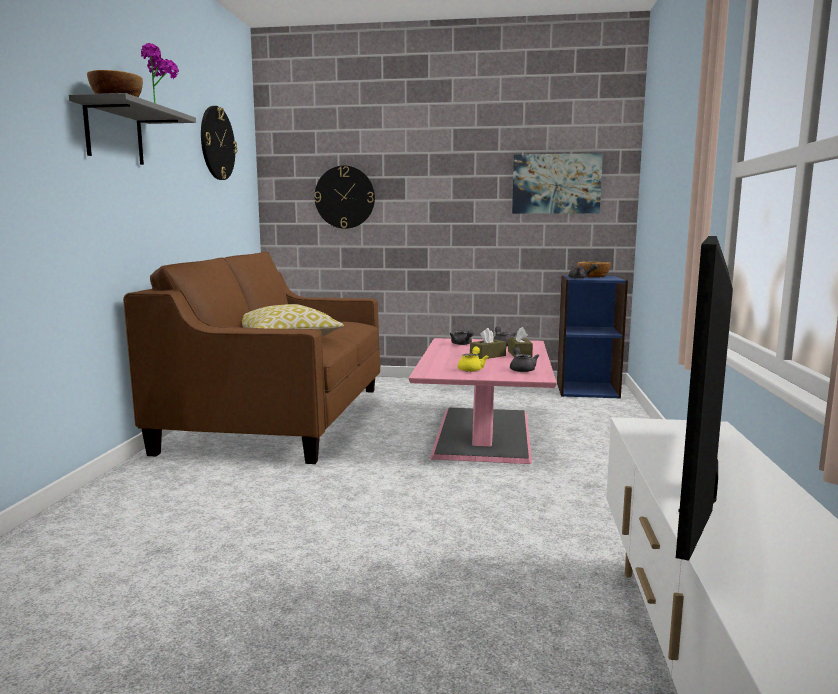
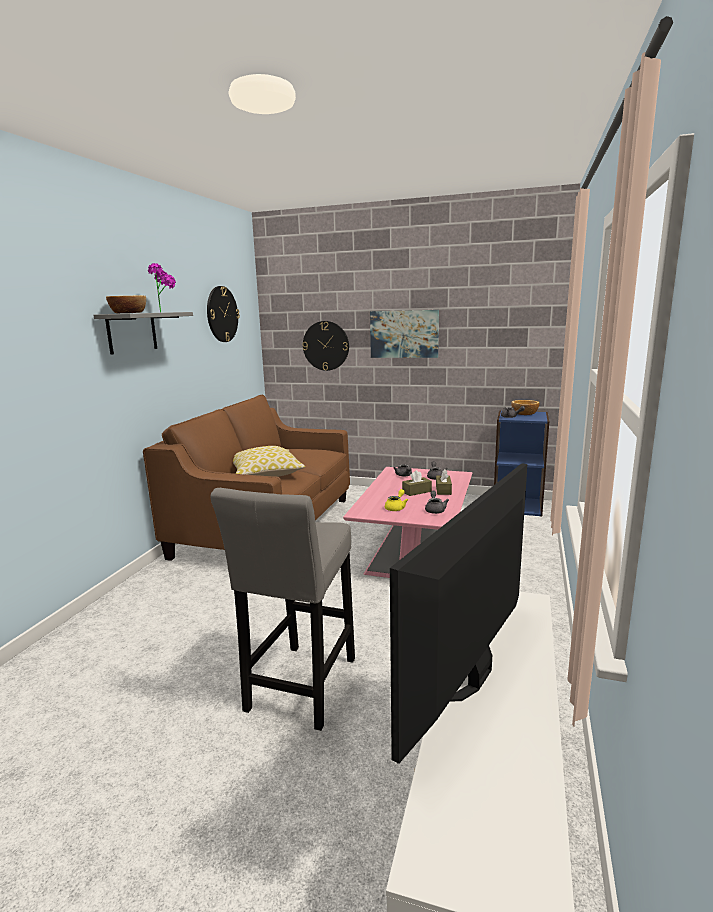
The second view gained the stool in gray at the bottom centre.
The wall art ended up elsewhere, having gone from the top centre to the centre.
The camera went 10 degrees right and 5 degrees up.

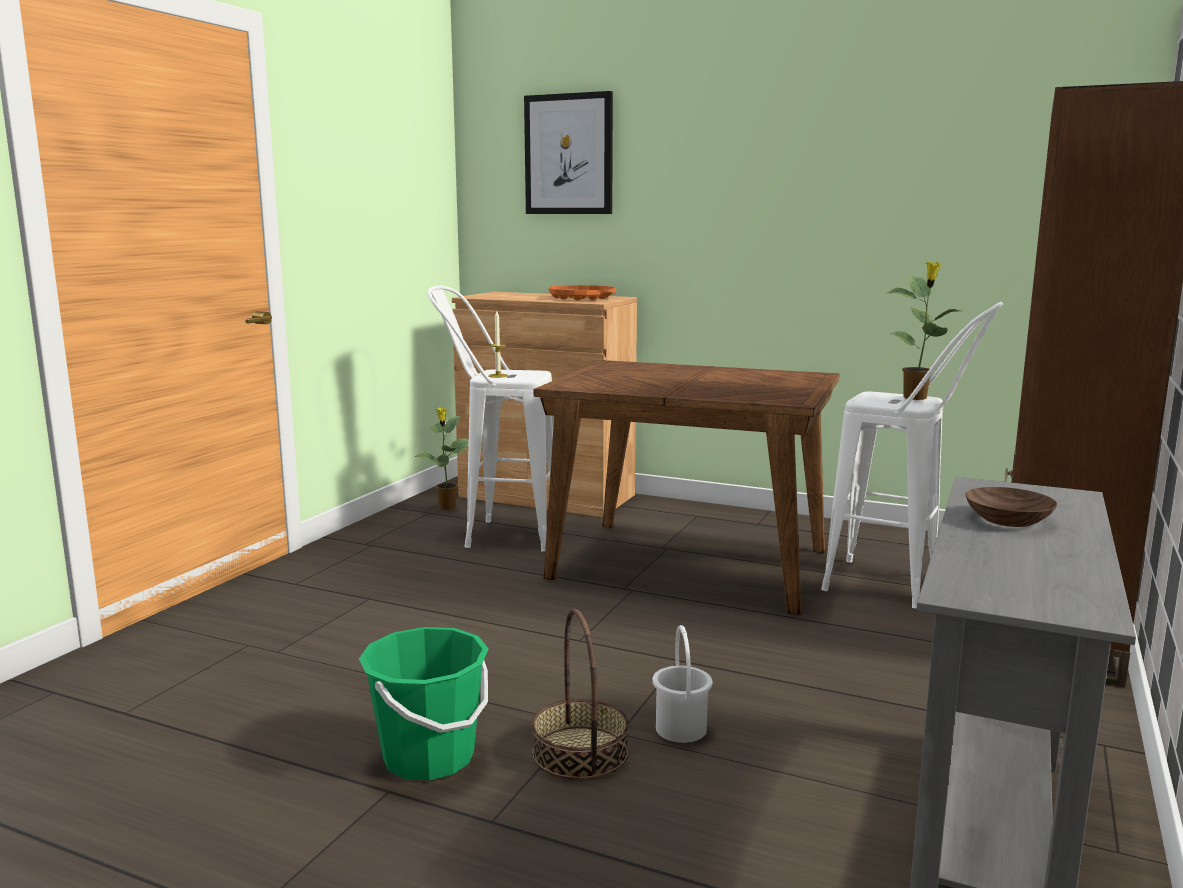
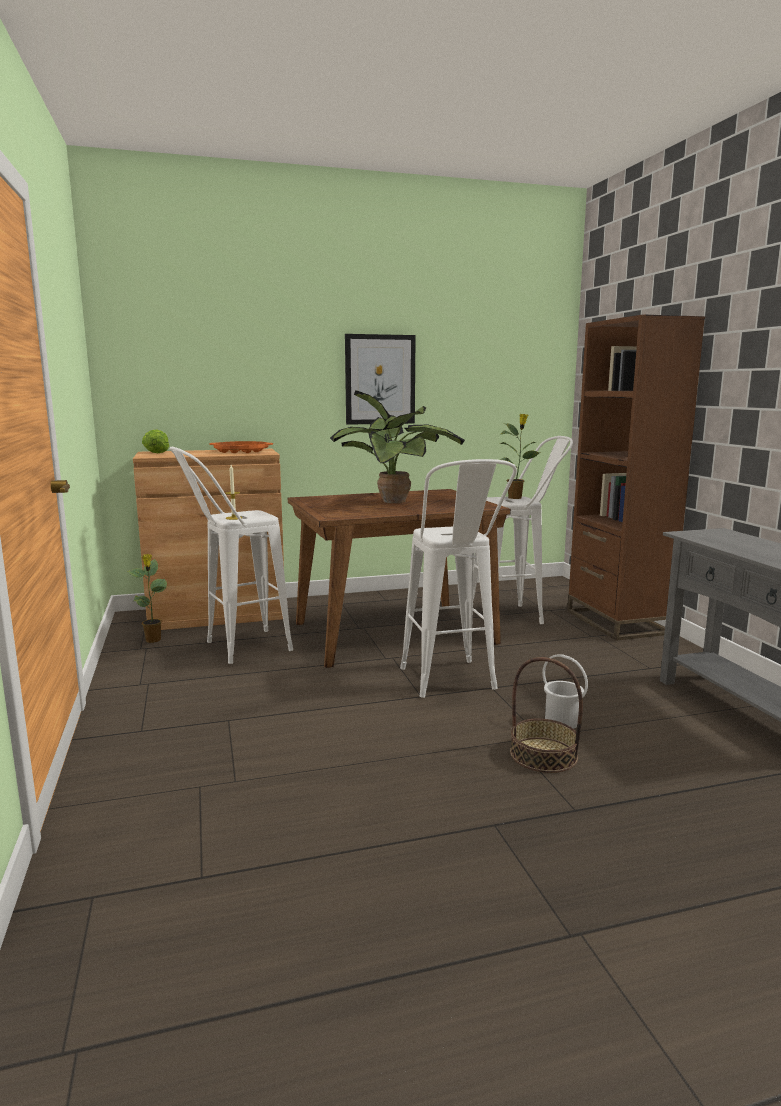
The second view lost the pail in greenish at the bottom centre.
The second view lost the serving bowl in brown-coloured at the middle right.
The second view gained the lettuce at the middle left.
The second view gained the houseplant (2nd from left) at the centre.
The second view gained the stool in whitish (2nd from left) at the centre.
The wall art ended up elsewhere, having gone from the top centre to the centre.
The camera went 40 degrees left and 0 degrees up.

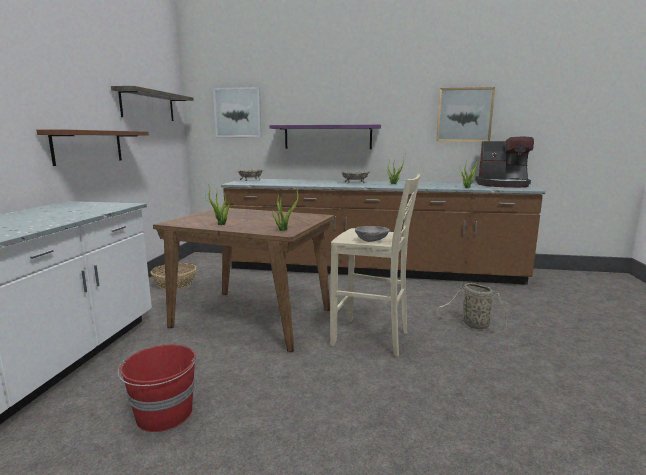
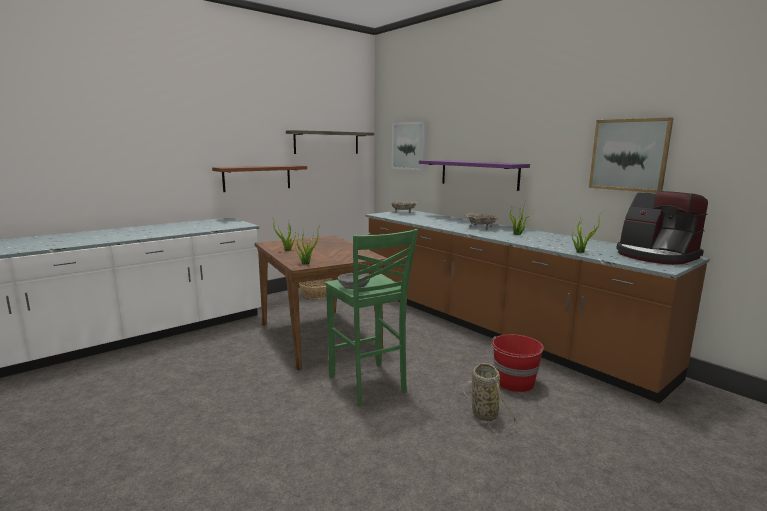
The pail in reddish ended up elsewhere, having gone from the bottom left to the bottom right.
What was the stool in beige at the centre turned into the stool in greenish at the centre.
The camera went 40 degrees right and 0 degrees up.

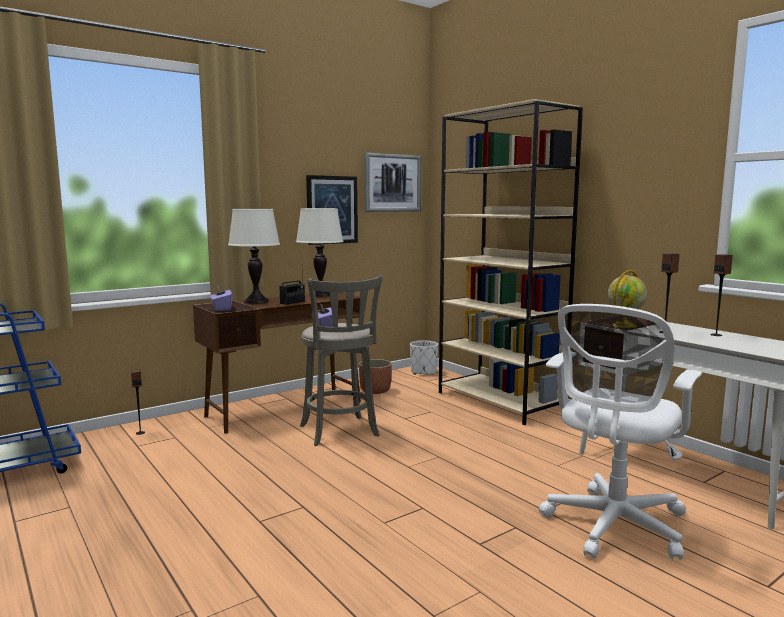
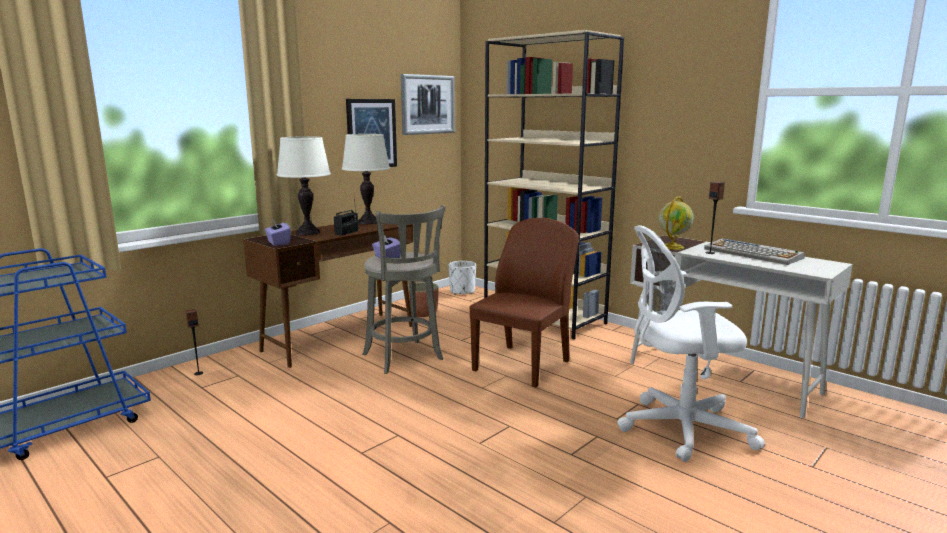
The second view gained the plain chair in brown-coloured at the centre.
Where the speaker (3rd from left) stood at the middle right, the computer keyboard came to stand at the middle right.
The office chair in whitish at the bottom right ended up facing another way, 60 degrees clockwise from before.
The camera went 10 degrees left and 5 degrees up.

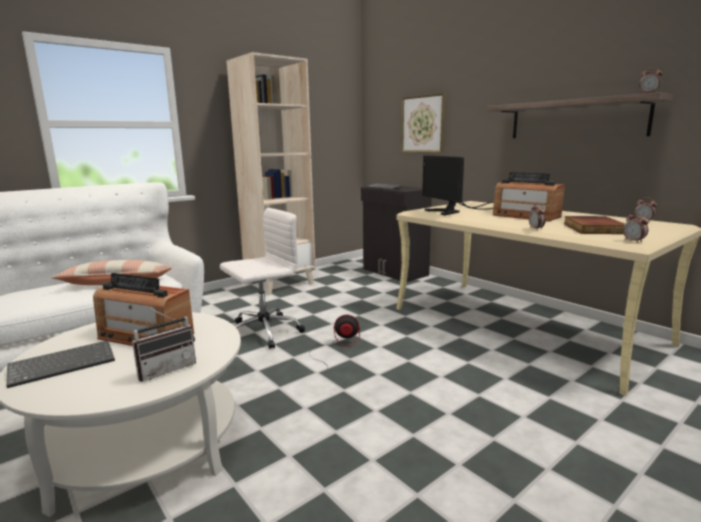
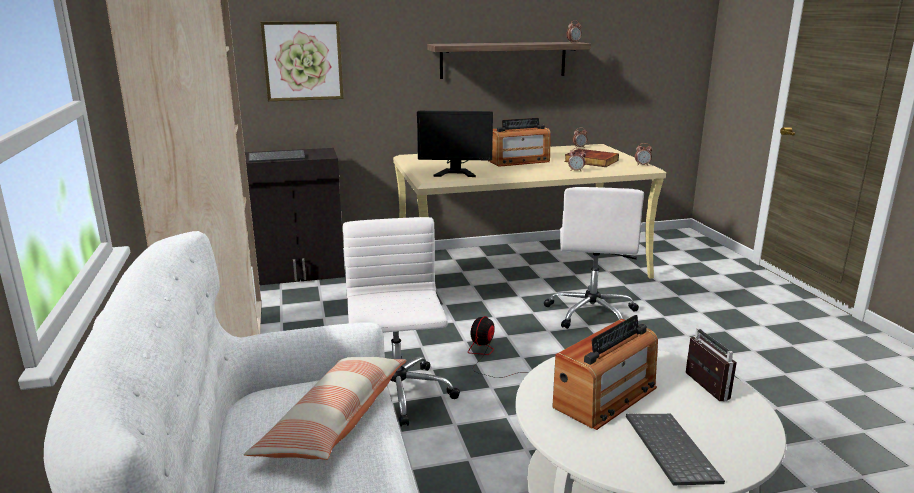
The second view gained the office chair in whitish (2nd from left) at the centre.
The camera went 65 degrees left and 5 degrees up.

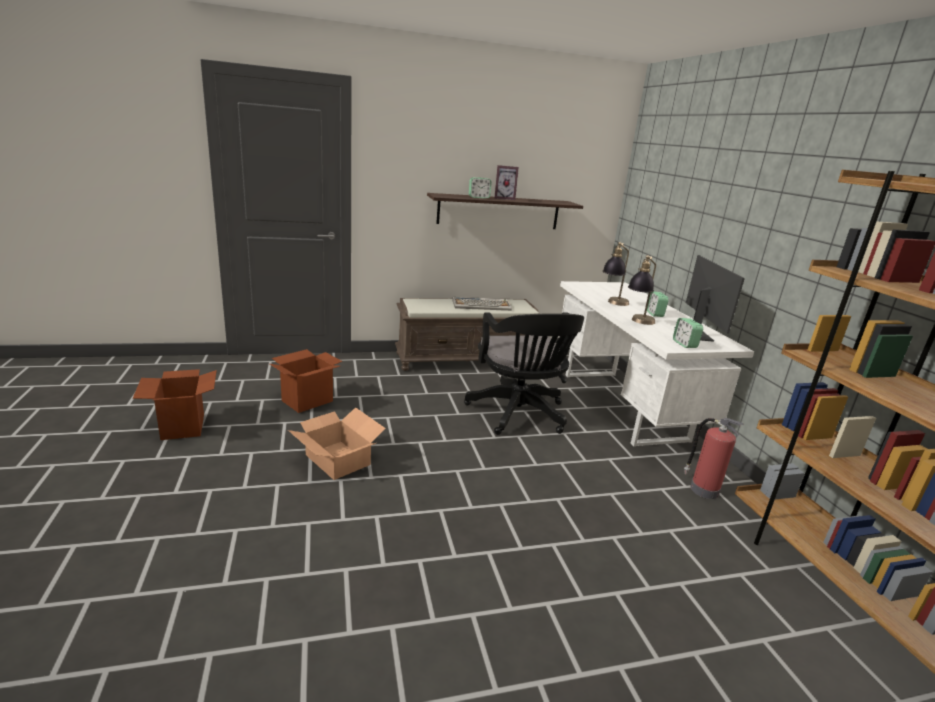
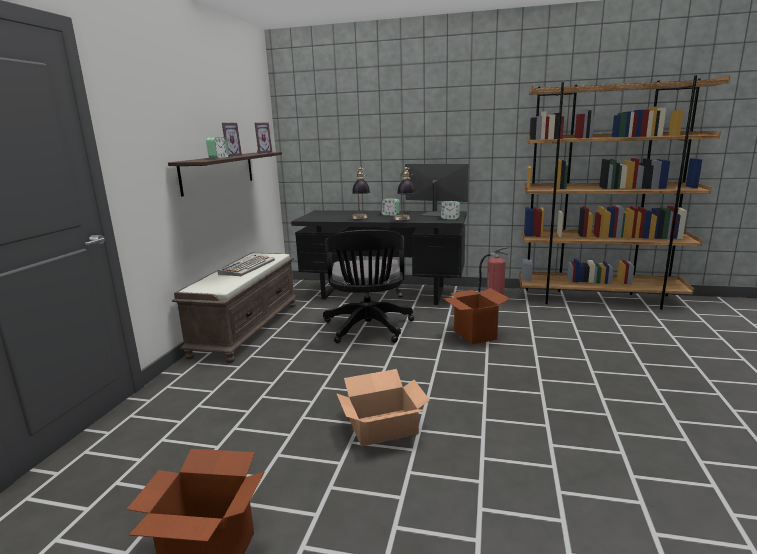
The second view gained the picture frame (2nd from left) at the top centre.
The cardboard box (2nd from left in the first image) ended up elsewhere, having gone from the middle left to the centre.
What was the desk unit in whitish at the middle right turned into the desk unit in black at the centre.
The office chair in black at the centre ended up facing another way, 75 degrees clockwise from before.
The camera went 60 degrees left and 5 degrees down.

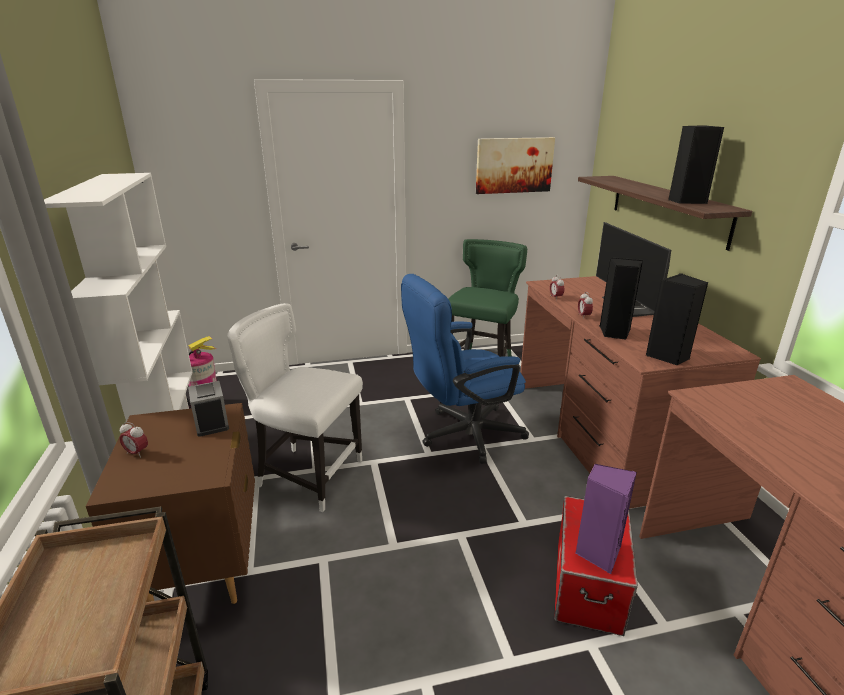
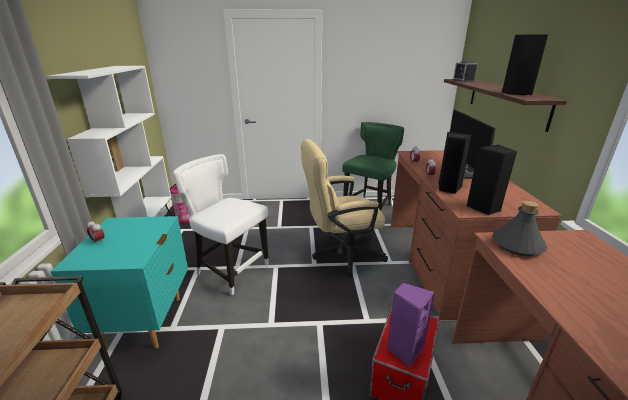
The second view lost the wall art at the top centre.
The second view gained the bottle in gray at the middle right.
The alarm clock (2nd from left in the first image) ended up elsewhere, having gone from the middle left to the top right.
What was the nightstand in brown-coloured at the bottom left turned into the nightstand in turquoise at the bottom left.
What was the office chair in bluish at the centre turned into the office chair in beige at the centre.
The camera went 10 degrees right and 0 degrees up.

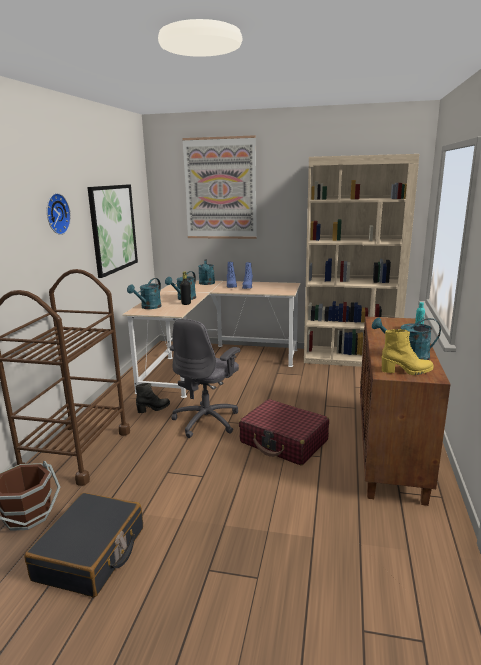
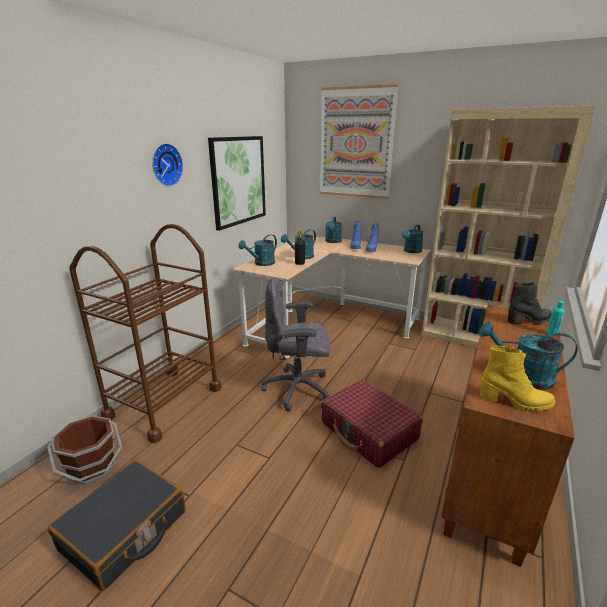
The second view gained the watering can in turquoise (4th from left) at the middle right.
The tall boot in black ended up elsewhere, having gone from the middle left to the middle right.
The office chair in gray at the centre ended up facing another way, 45 degrees clockwise from before.
The camera went 15 degrees right and 5 degrees up.

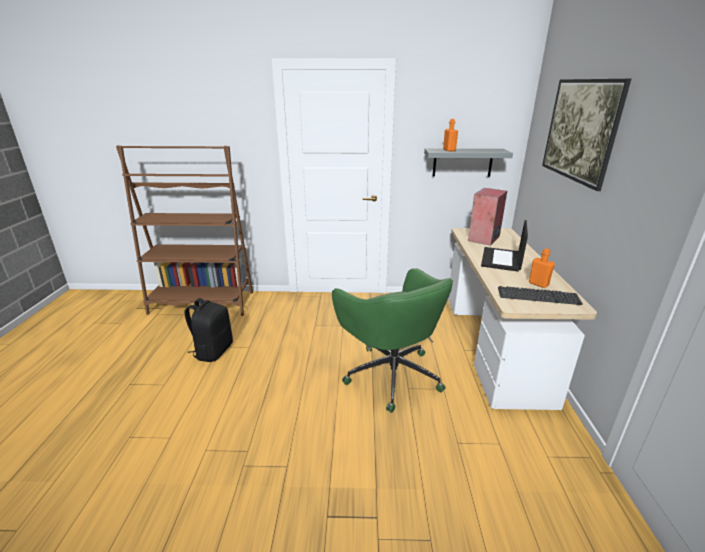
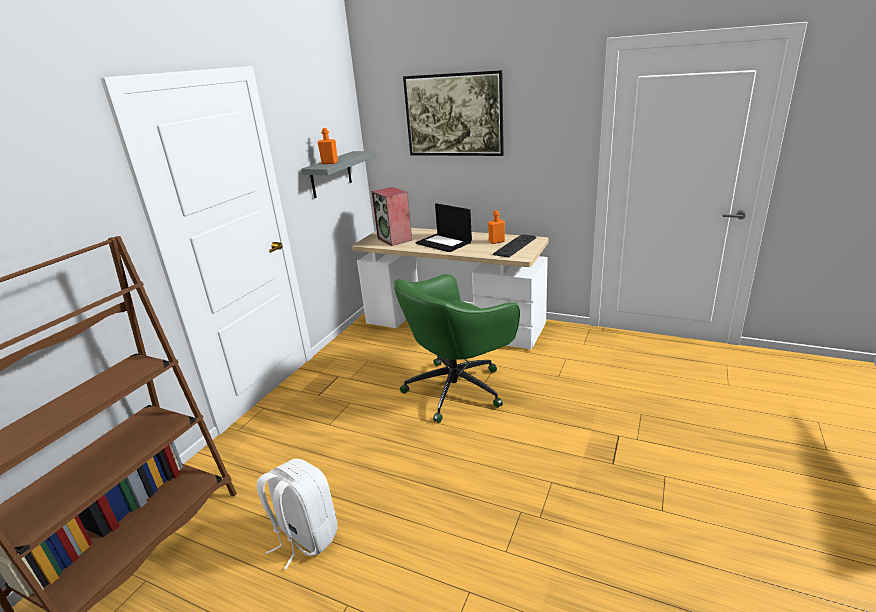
What was the backpack in black at the middle left turned into the backpack in whitish at the bottom centre.
The office chair in greenish at the centre ended up facing another way, 150 degrees clockwise from before.
The camera went 65 degrees left and 0 degrees up.

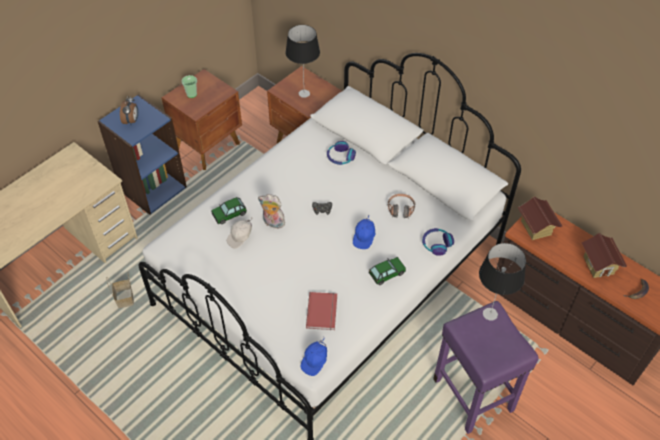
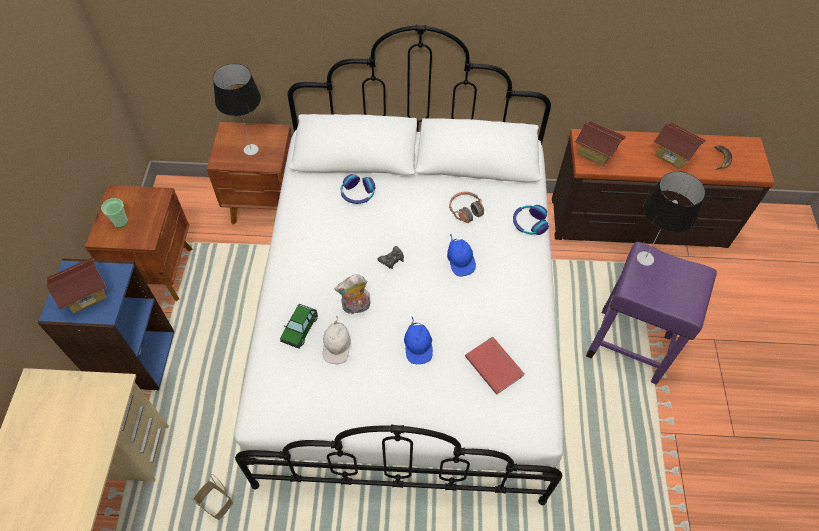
The second view lost the toy car (2nd from left) at the centre.
The cap in bluish (1st from left) ended up elsewhere, having gone from the bottom centre to the centre.
Where the alarm clock stood at the top left, the model house (1st from left) came to stand at the middle left.
The camera went 40 degrees left and 5 degrees up.

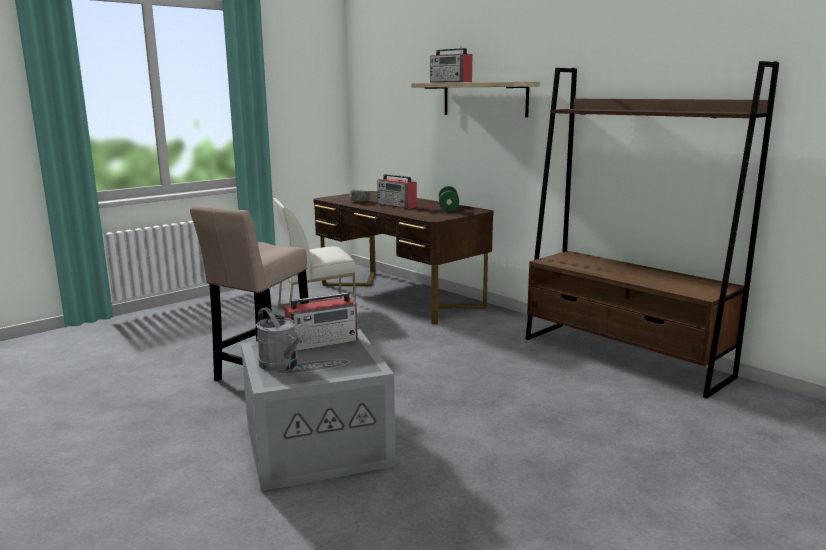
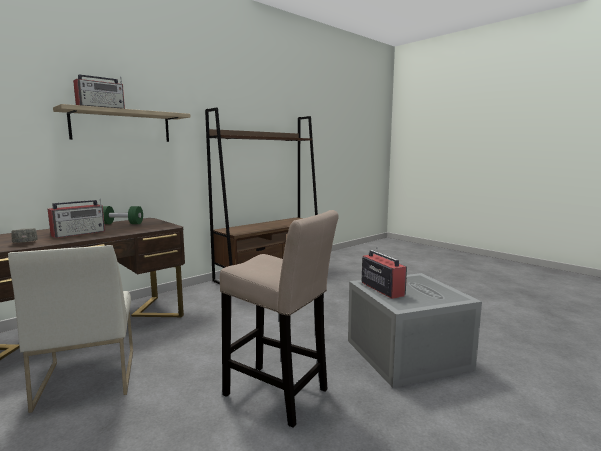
The second view lost the watering can in gray at the centre.
The camera went 90 degrees left and 5 degrees down.

